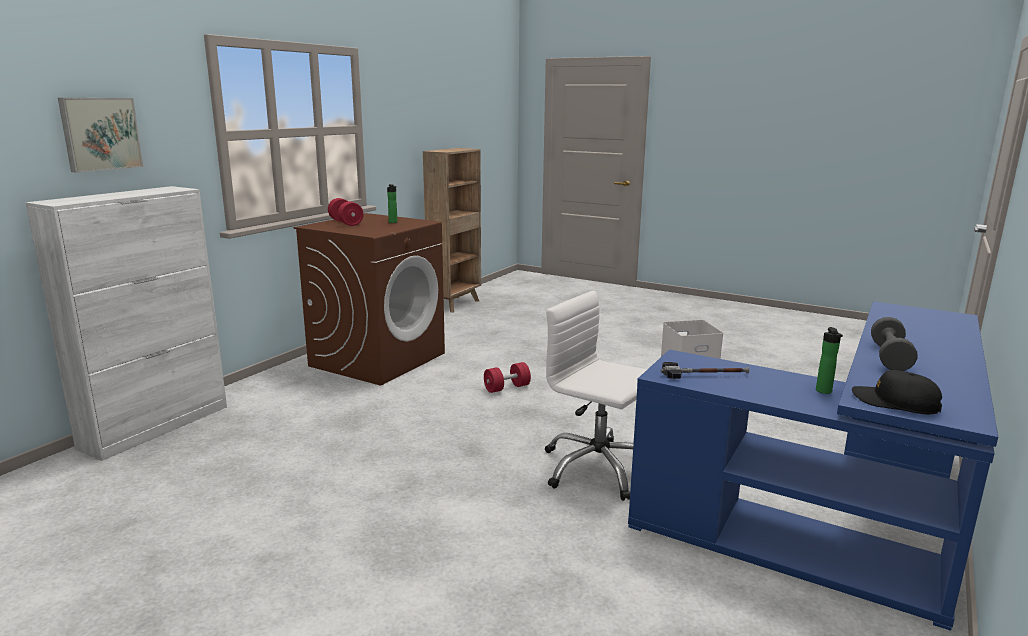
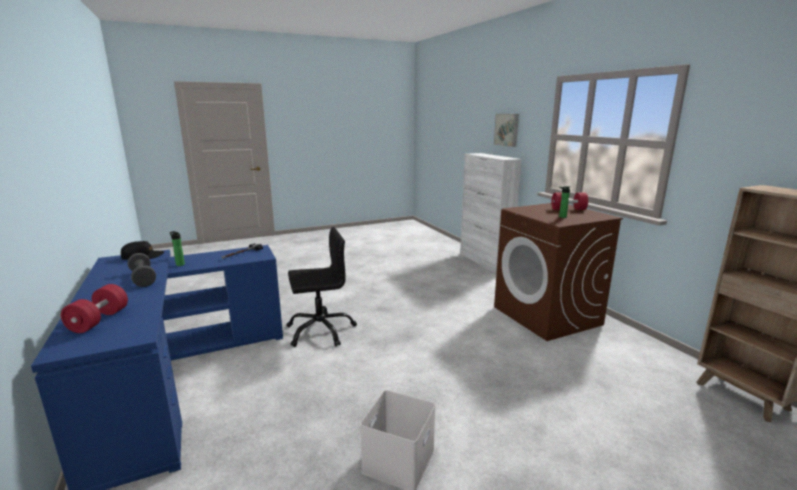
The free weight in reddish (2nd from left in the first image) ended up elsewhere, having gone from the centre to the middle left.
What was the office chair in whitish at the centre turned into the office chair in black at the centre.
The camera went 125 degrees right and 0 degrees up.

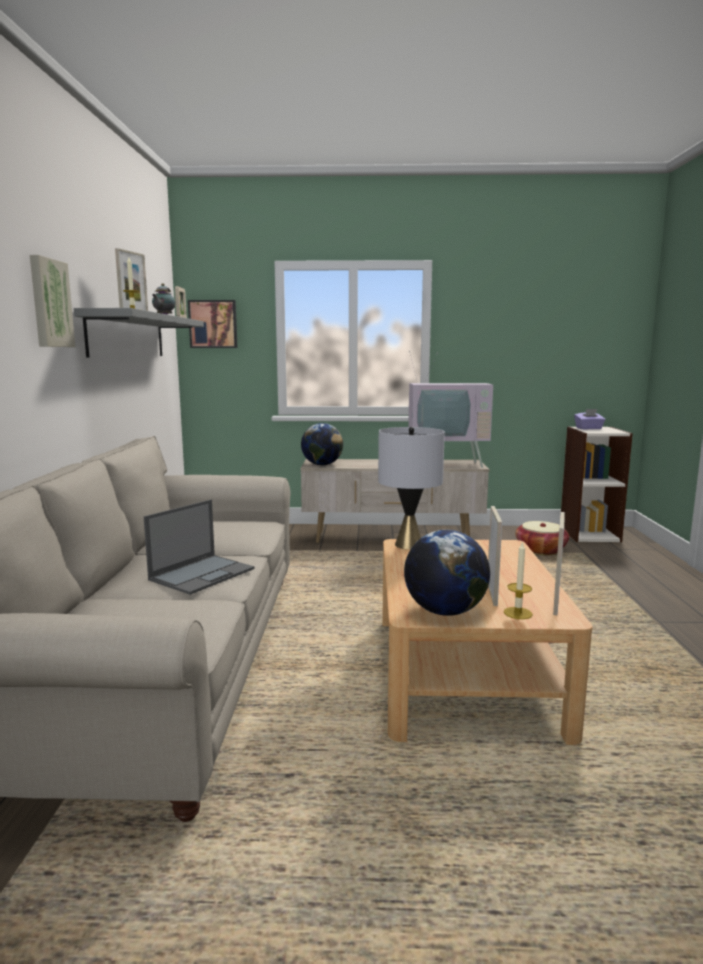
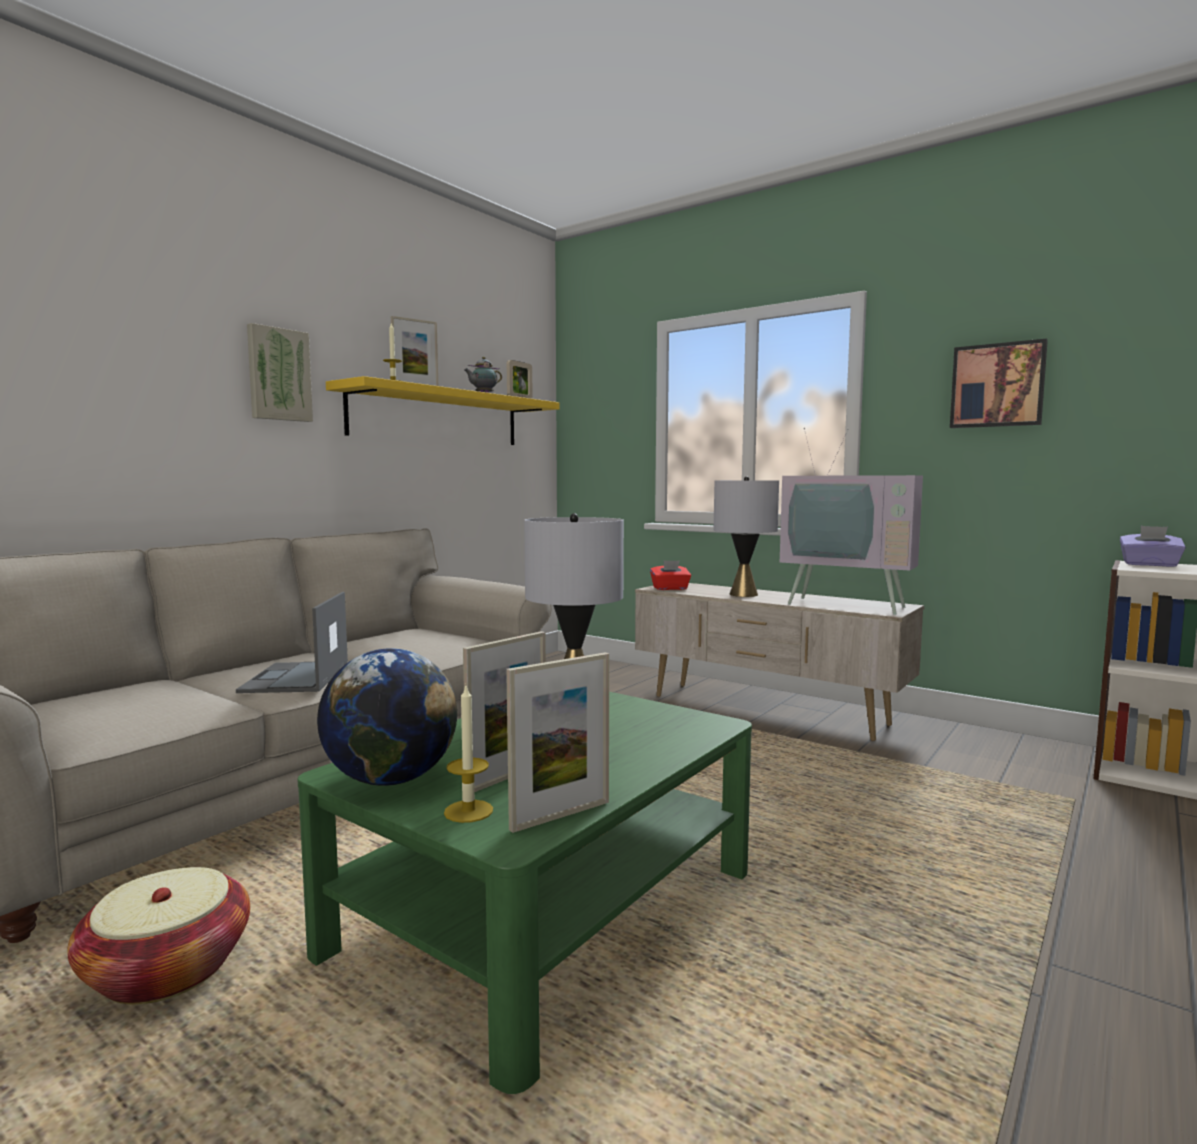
The second view gained the tabletop lamp in gray (2nd from left) at the centre.
The wall art (2nd from left) ended up elsewhere, having gone from the middle left to the middle right.
The basket ended up elsewhere, having gone from the middle right to the bottom left.
Where the globe (1st from left) stood at the centre, the tissue holder in reddish came to stand at the centre.
What was the bracket shelf in gray at the middle left turned into the bracket shelf in yellow at the centre.
What was the low table in beige at the middle right turned into the low table in greenish at the bottom centre.
The portable computer at the middle left ended up facing another way, 105 degrees clockwise from before.
The camera went 35 degrees right and 5 degrees down.

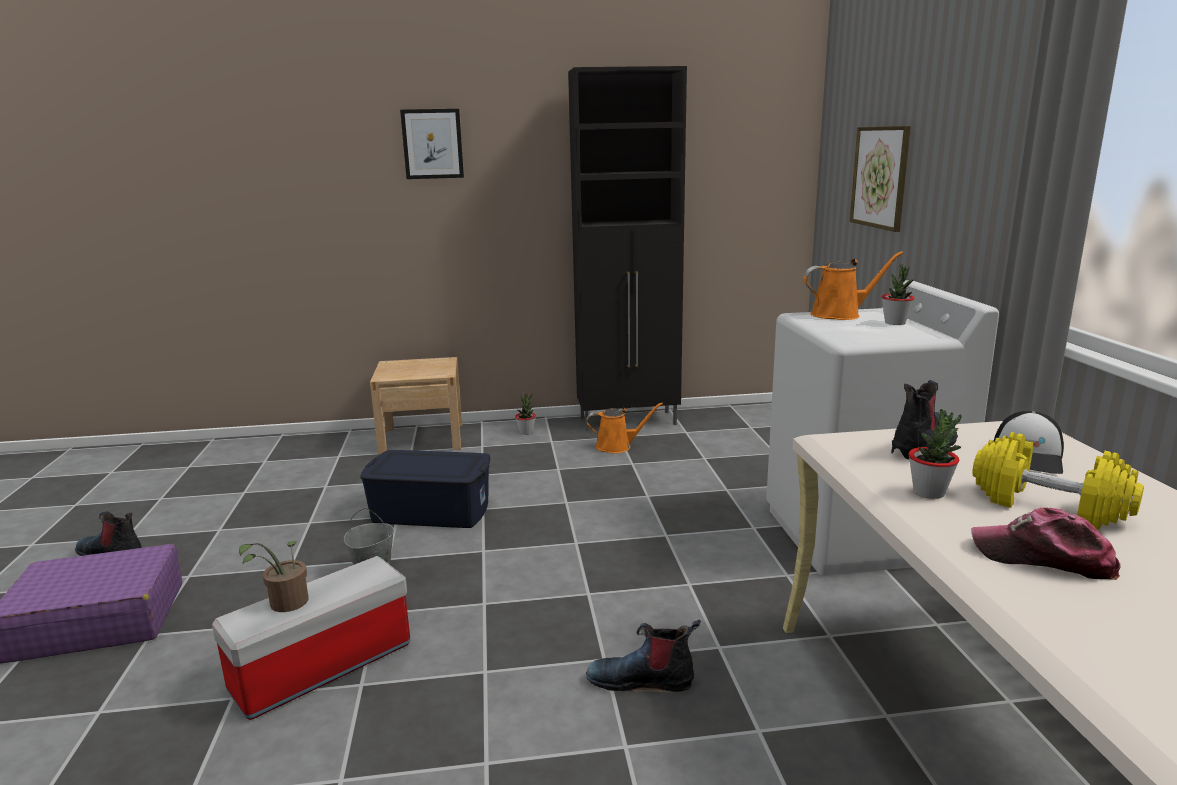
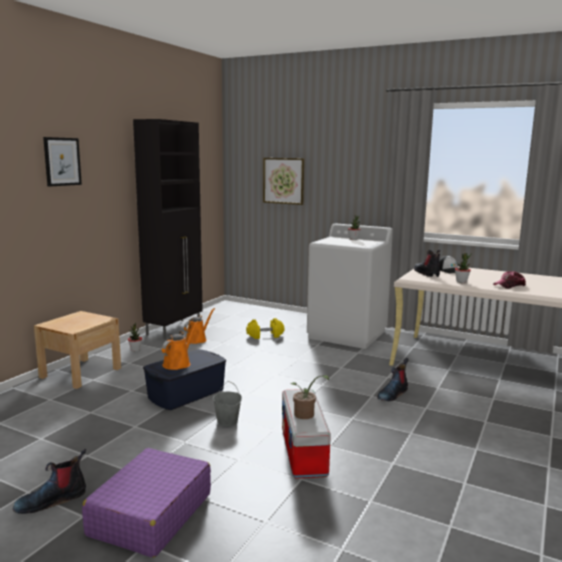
The watering can in orange (2nd from left in the first image) ended up elsewhere, having gone from the middle right to the middle left.
The free weight in yellow ended up elsewhere, having gone from the middle right to the centre.
The camera went 55 degrees left and 5 degrees down.

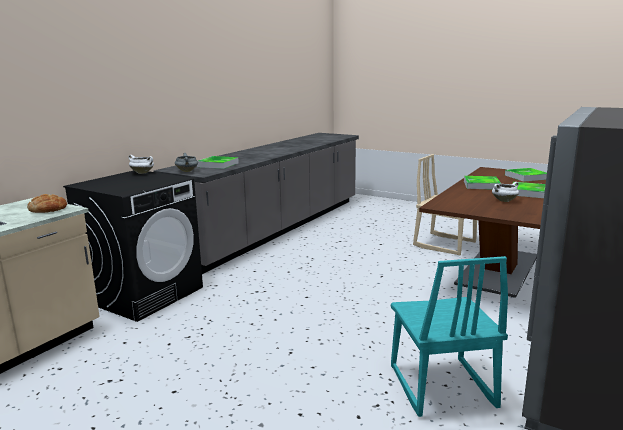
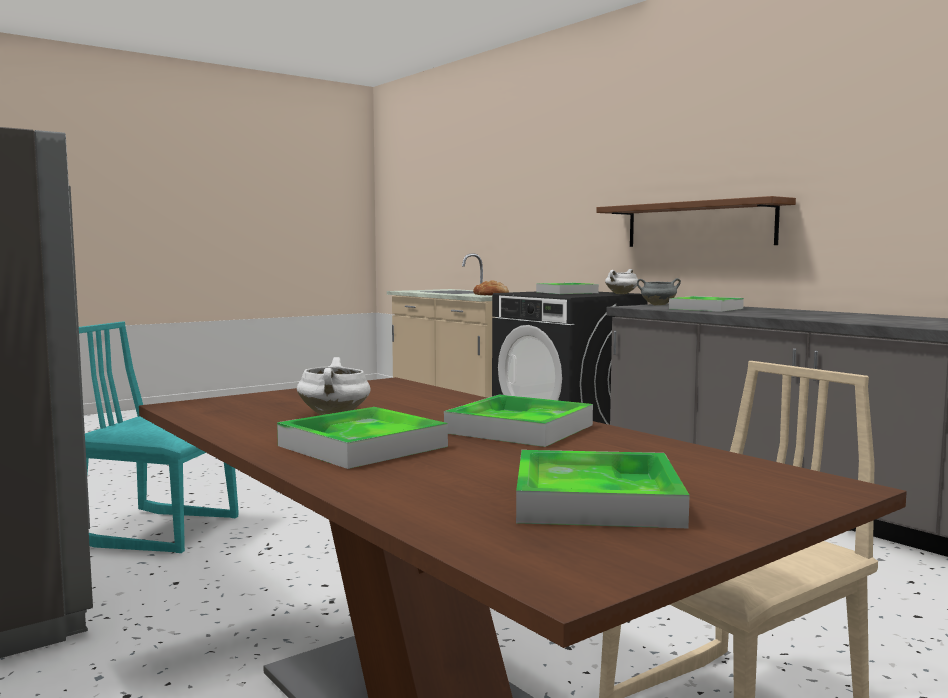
The second view gained the serving tray (3rd from left) at the centre.
The second view gained the bracket shelf in brown-coloured at the top right.
The camera went 110 degrees right and 10 degrees down.

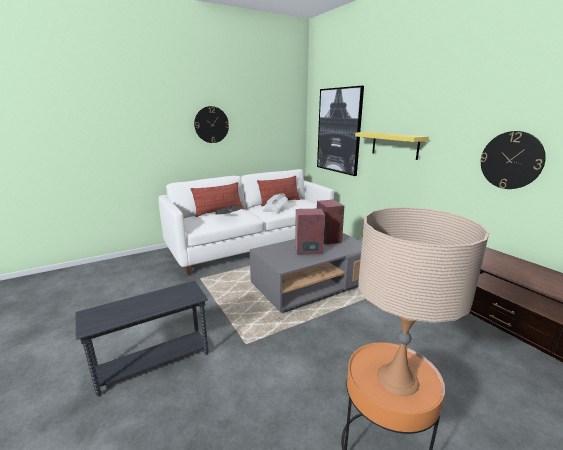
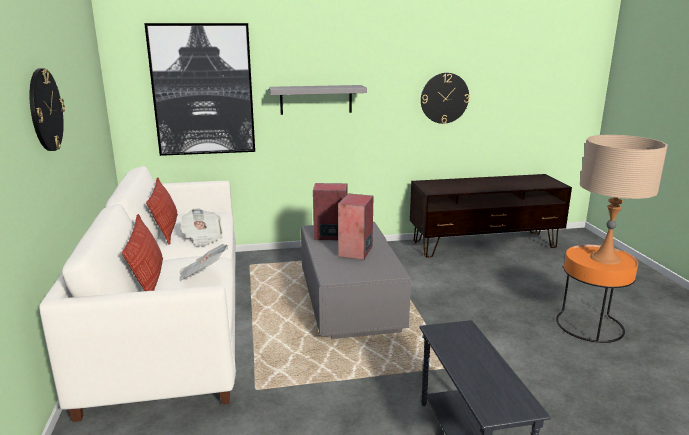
What was the bracket shelf in yellow at the top right turned into the bracket shelf in gray at the top centre.
The camera went 70 degrees left and 0 degrees up.

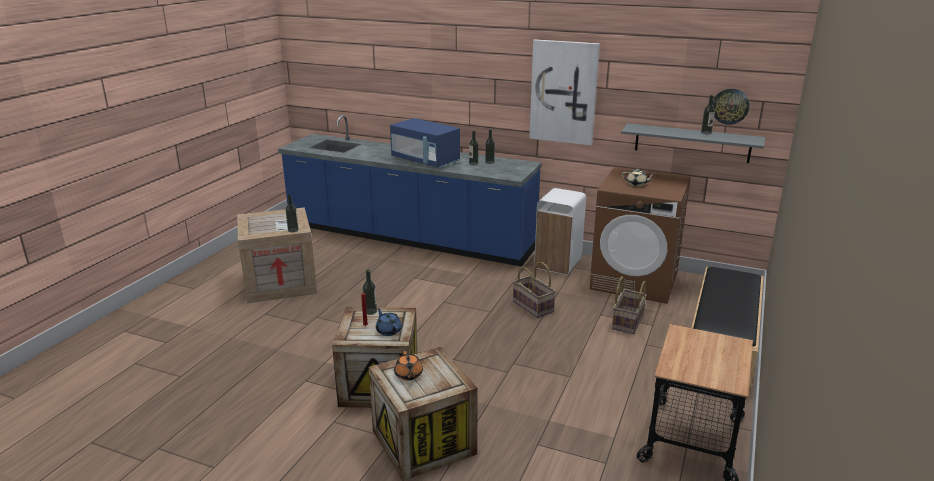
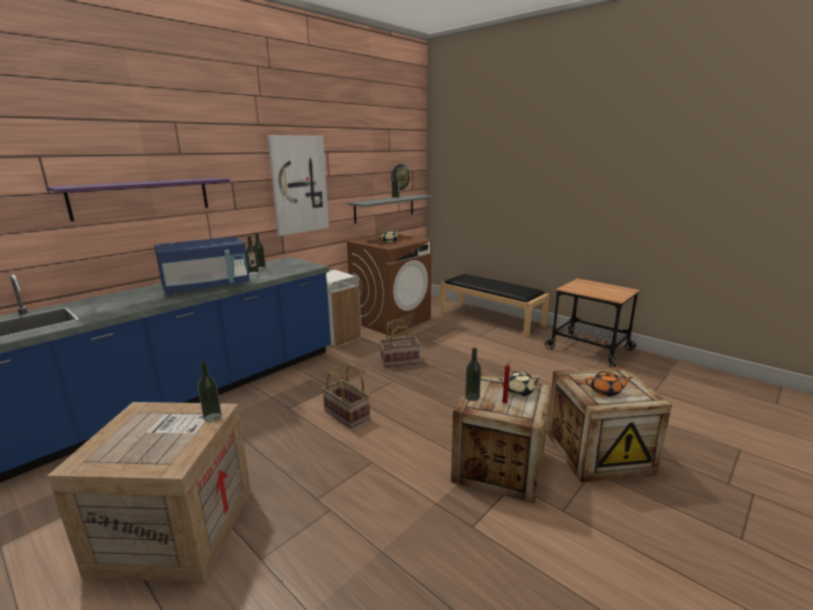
The second view gained the bracket shelf in purplish at the top left.
The basket (2nd from left in the first image) ended up elsewhere, having gone from the middle right to the centre.
What was the teapot in bluish at the bottom centre turned into the teapot in beige (2nd from left) at the centre.
The camera went 70 degrees left and 5 degrees down.

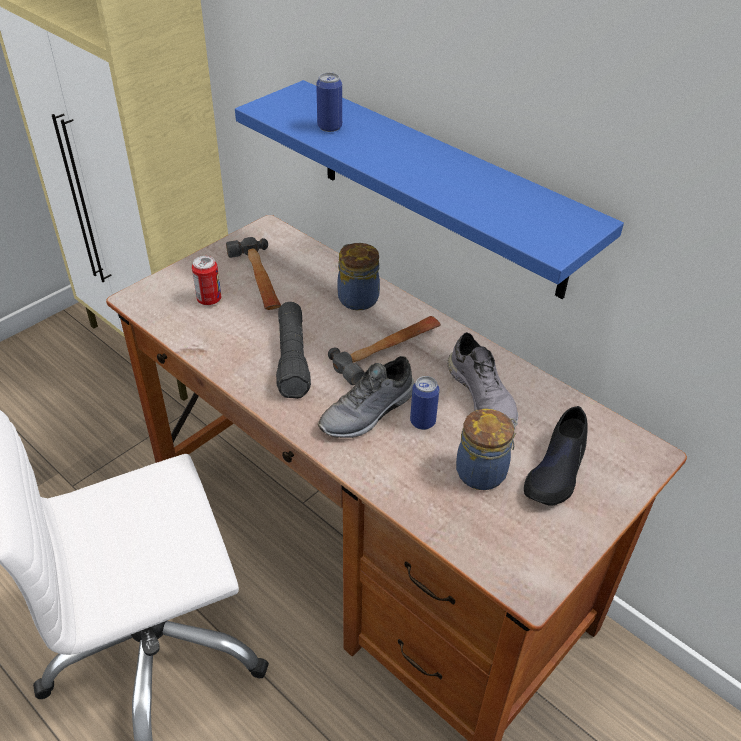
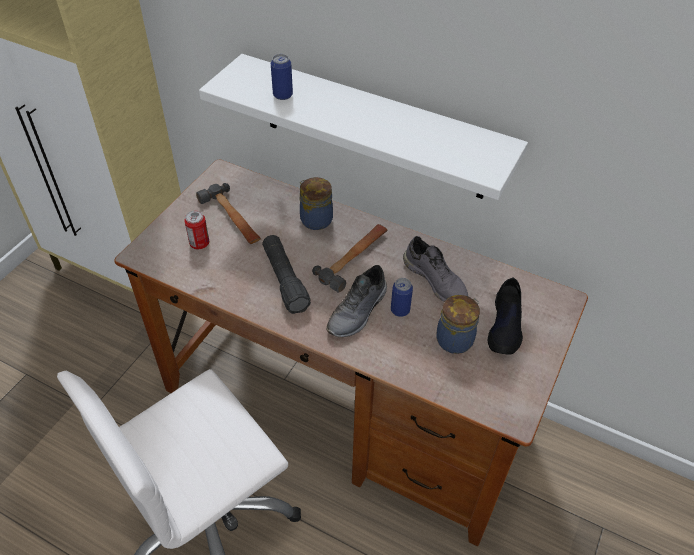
What was the bracket shelf in bluish at the top centre turned into the bracket shelf in whitish at the top centre.
The camera went 15 degrees left and 5 degrees up.

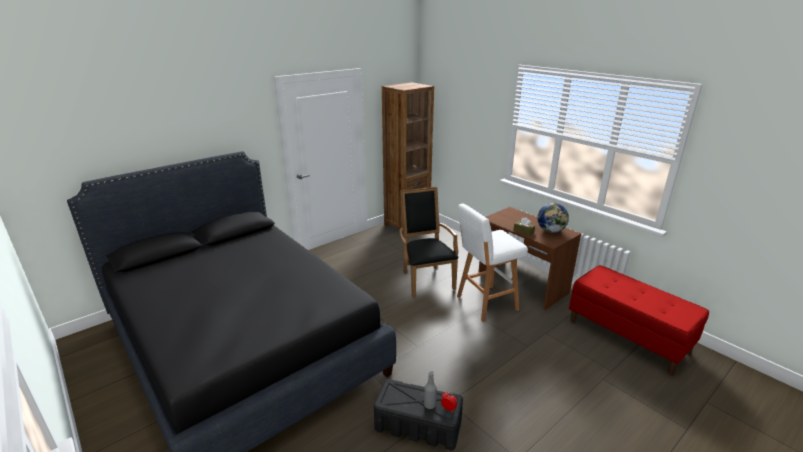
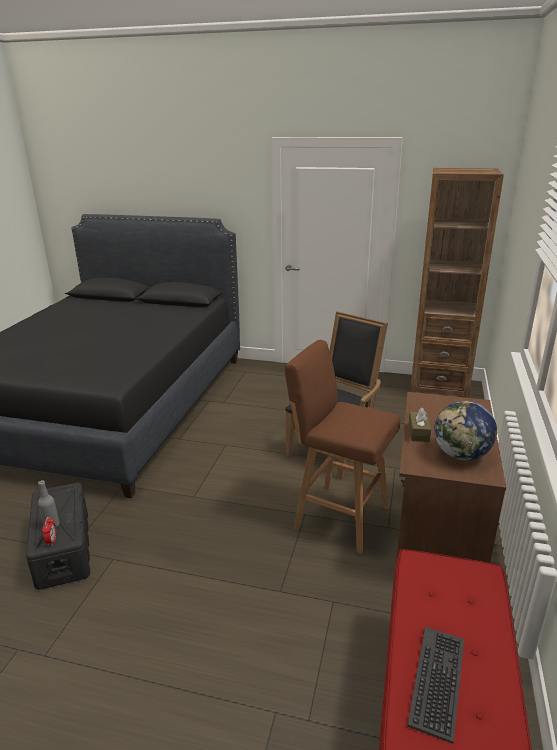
The second view gained the computer keyboard at the bottom right.
What was the stool in whitish at the centre turned into the stool in brown-coloured at the centre.
The camera went 55 degrees right and 0 degrees up.

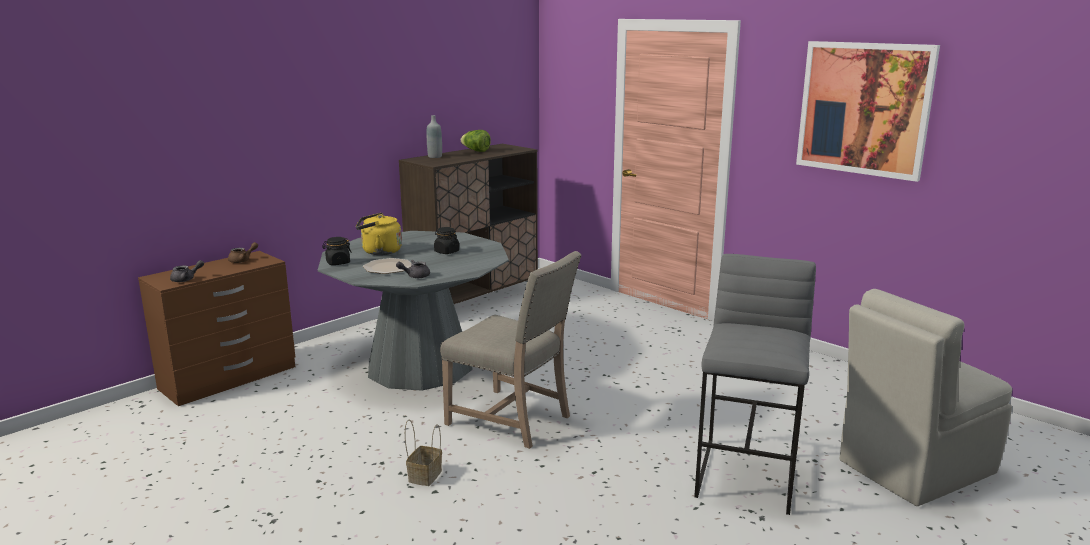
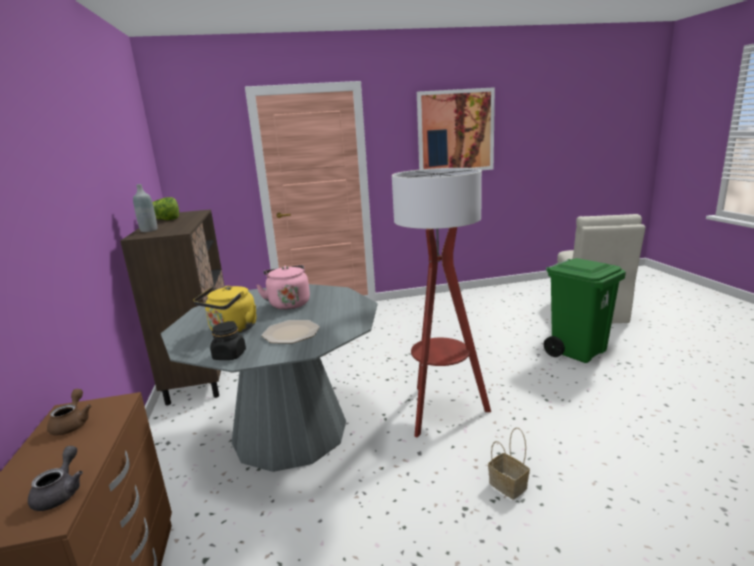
The second view lost the teapot in gray (2nd from left) at the centre.
Where the preserve jar in black (2nd from left) stood at the centre, the kettle in pink-coloured came to stand at the centre.
Where the plain chair in beige (1st from left) stood at the centre, the standing lamp came to stand at the centre.
Where the stool in gray stood at the bottom right, the waste bin in greenish came to stand at the middle right.
The camera went 55 degrees left and 0 degrees up.

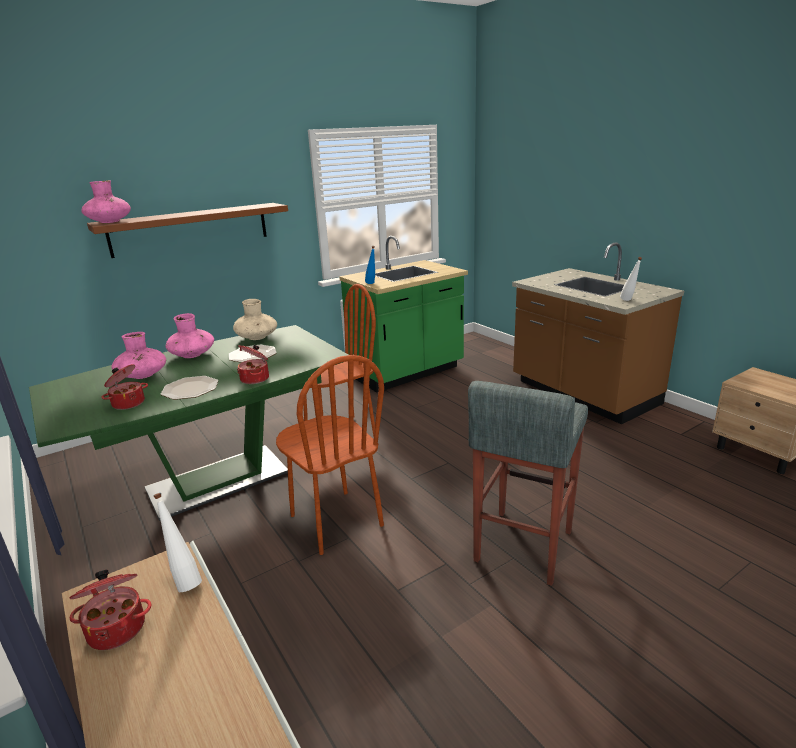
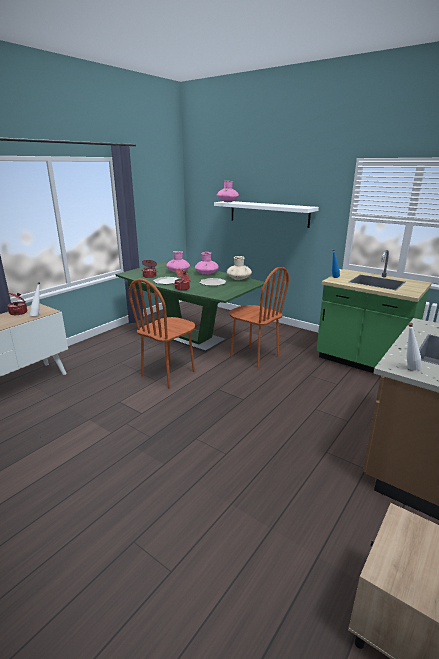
The second view lost the stool in gray at the centre.
What was the bracket shelf in brown-coloured at the top left turned into the bracket shelf in whitish at the top centre.
The camera went 70 degrees right and 0 degrees up.

